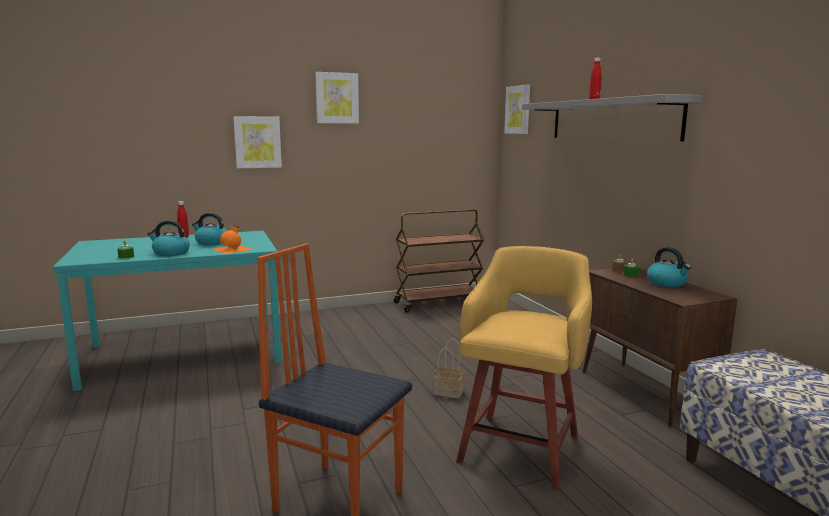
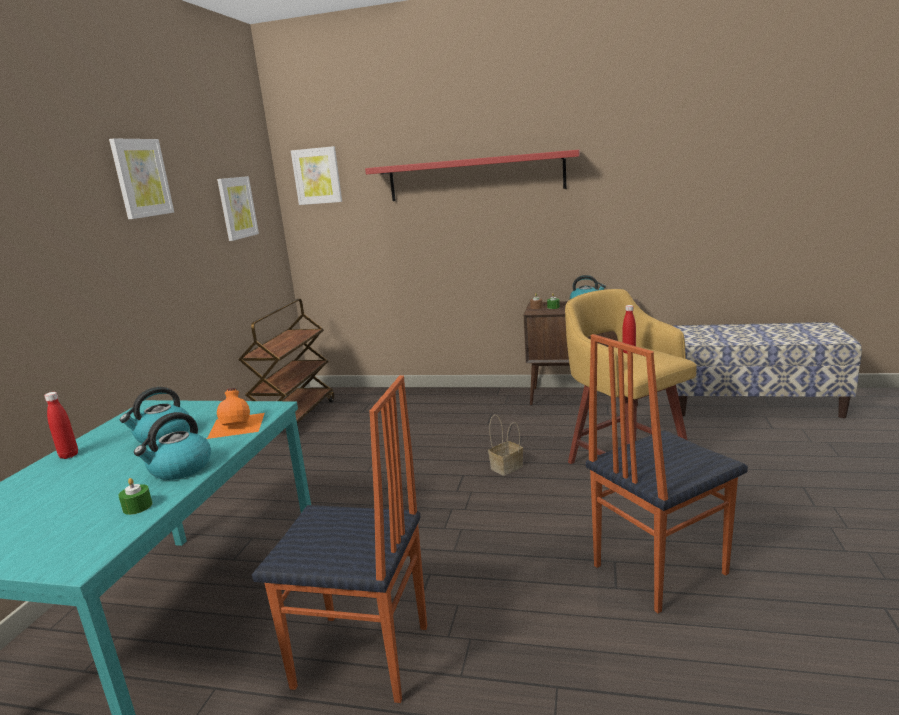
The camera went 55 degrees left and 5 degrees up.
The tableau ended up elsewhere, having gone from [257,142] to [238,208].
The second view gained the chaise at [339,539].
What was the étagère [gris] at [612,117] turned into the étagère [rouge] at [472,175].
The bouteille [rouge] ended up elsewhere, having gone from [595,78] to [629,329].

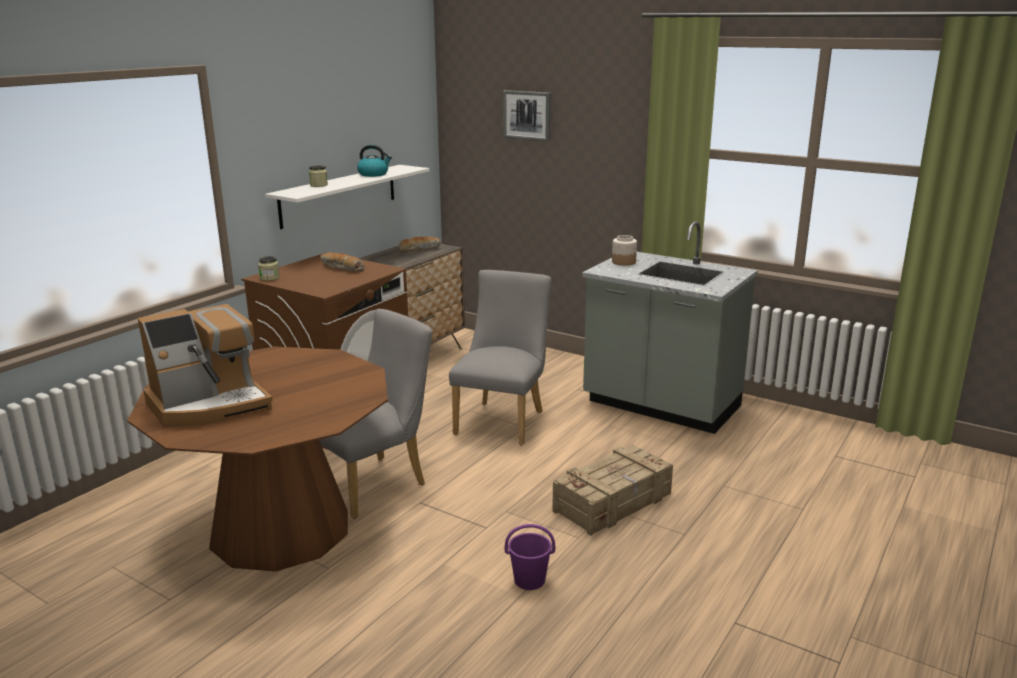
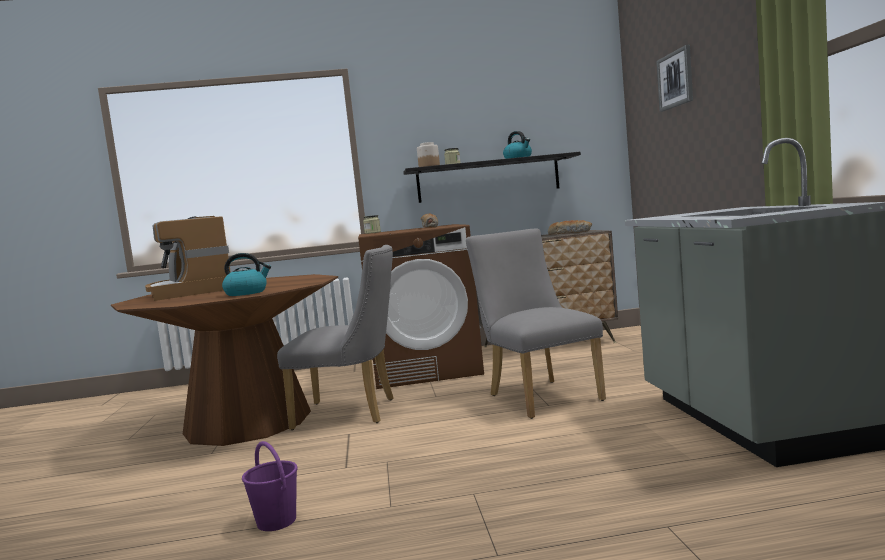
The camera went 50 degrees right and 15 degrees down.
The machine à café at [205,365] ended up facing another way, 45 degrees clockwise from before.
The second view gained the bouilloire at [246,274].
What was the étagère [blanc] at [347,197] turned into the étagère [noir] at [492,177].
The bocal ended up elsewhere, having gone from [624,250] to [428,154].
The chaise [gris] at [500,358] ended up facing another way, 90 degrees counterclockwise from before.
The second view lost the caisse at [612,490].

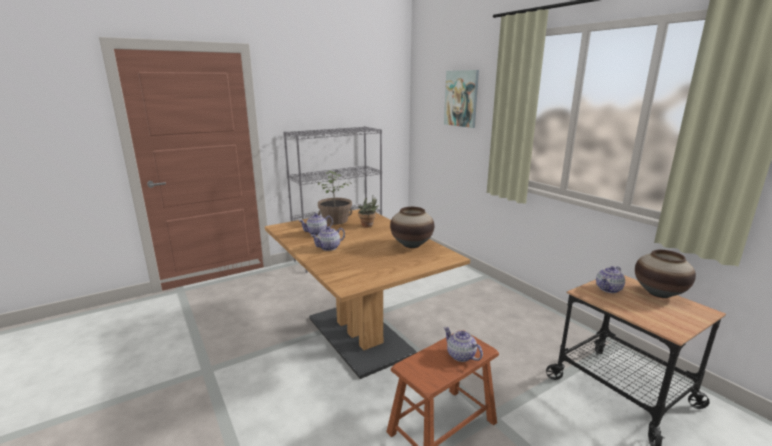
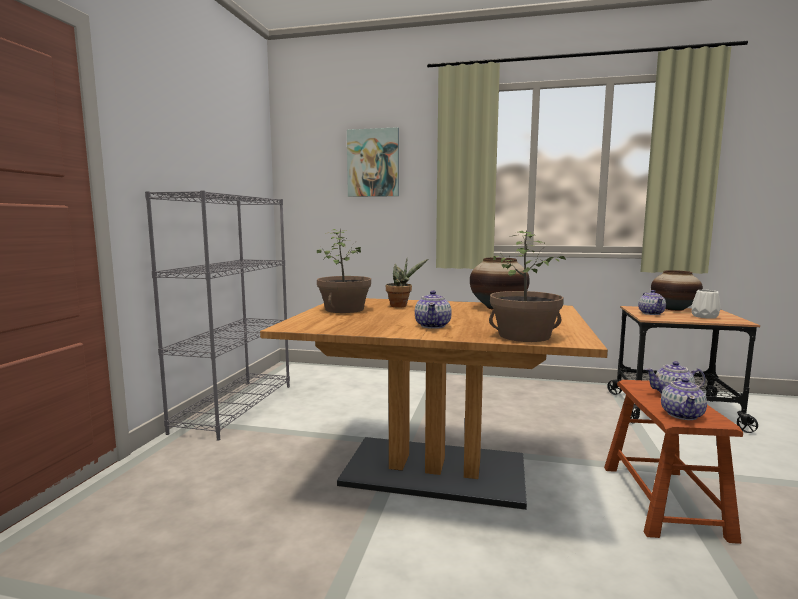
The camera went 45 degrees left and 10 degrees down.
The second view gained the plante en pot at [527,286].
The théière ended up elsewhere, having gone from [316,224] to [684,399].
The second view gained the vase [blanc] at [706,304].

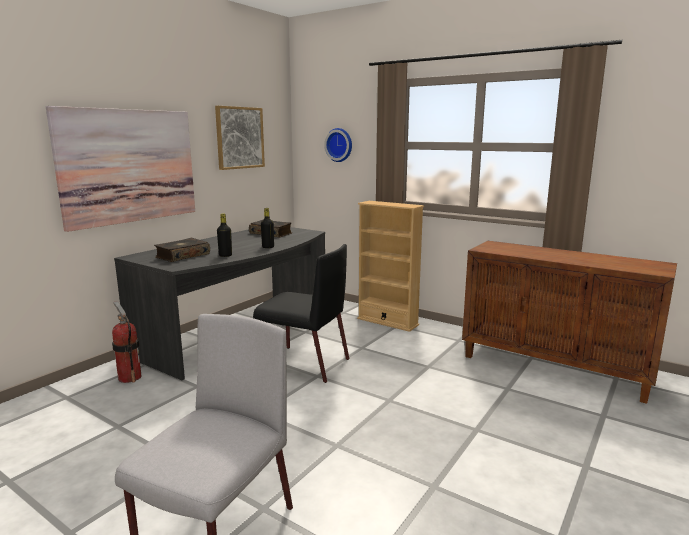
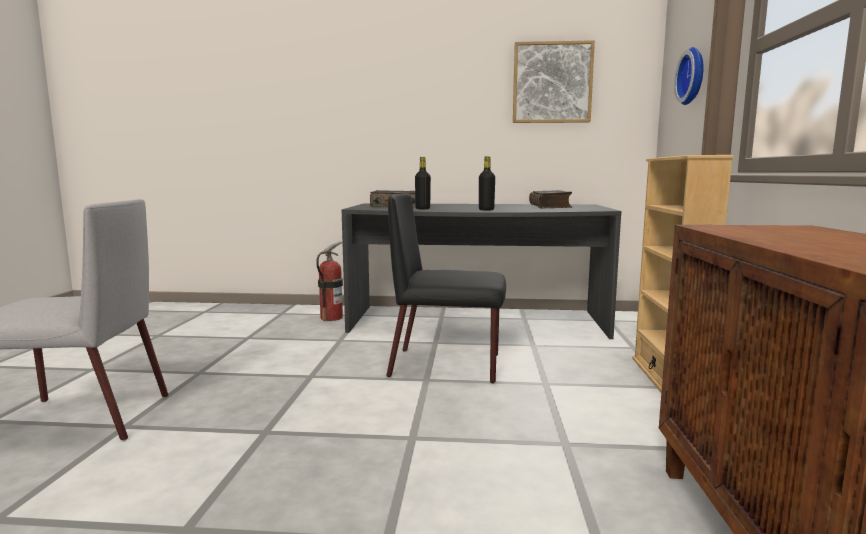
The camera went 60 degrees right and 5 degrees down.
The chaise [noir] at [301,313] ended up facing another way, 105 degrees clockwise from before.
The second view lost the tableau at [120,169].

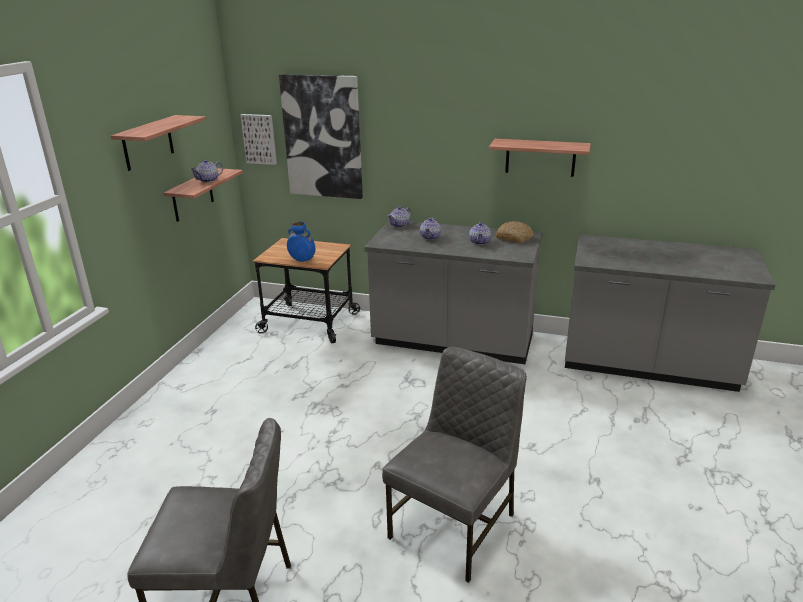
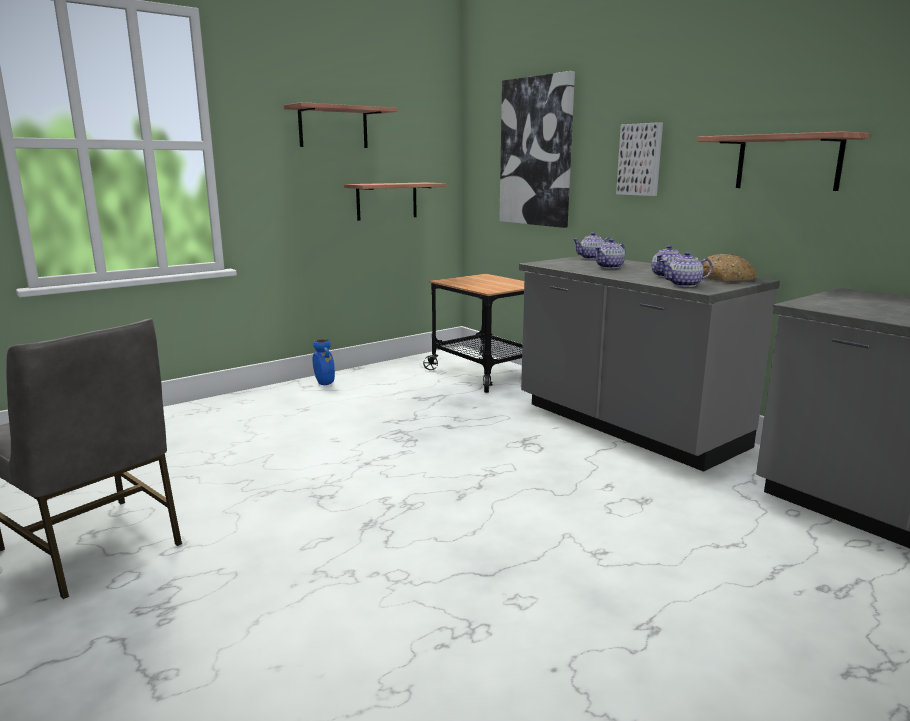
The camera went 35 degrees right and 10 degrees down.
The vase [bleu] ended up elsewhere, having gone from [301,242] to [324,362].
The tableau ended up elsewhere, having gone from [258,139] to [639,159].
The théière ended up elsewhere, having gone from [206,171] to [686,269].
The second view lost the chaise [gris] at [454,465].

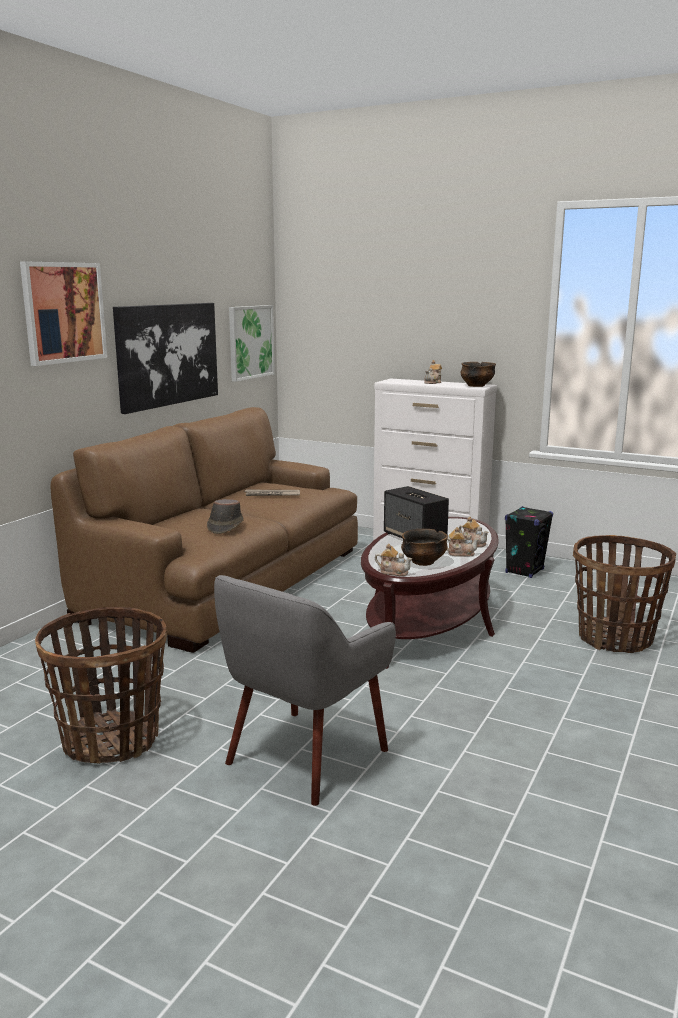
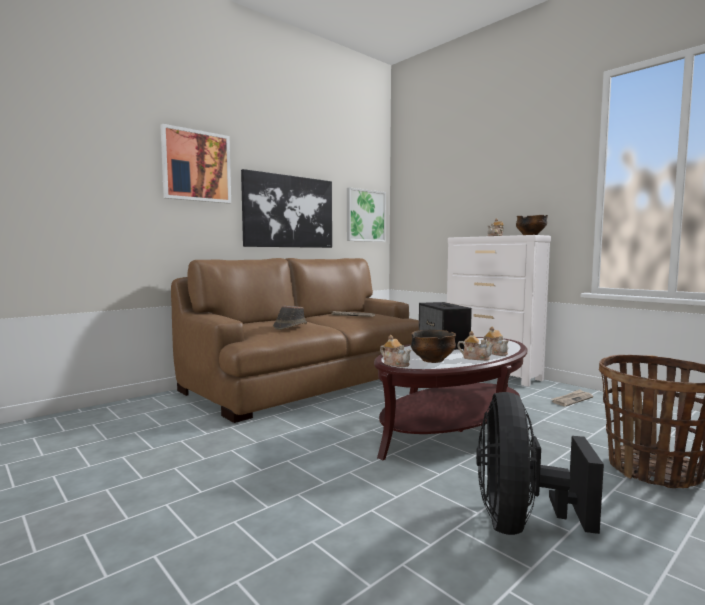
The camera went 20 degrees right and 10 degrees down.
The second view gained the ventilateur [noir] at [540,463].
Where the enceinte [noir] stood at [529,542], the journal came to stand at [572,397].
The second view lost the panier at [101,685].
The second view lost the fauteuil [gris] at [305,690].

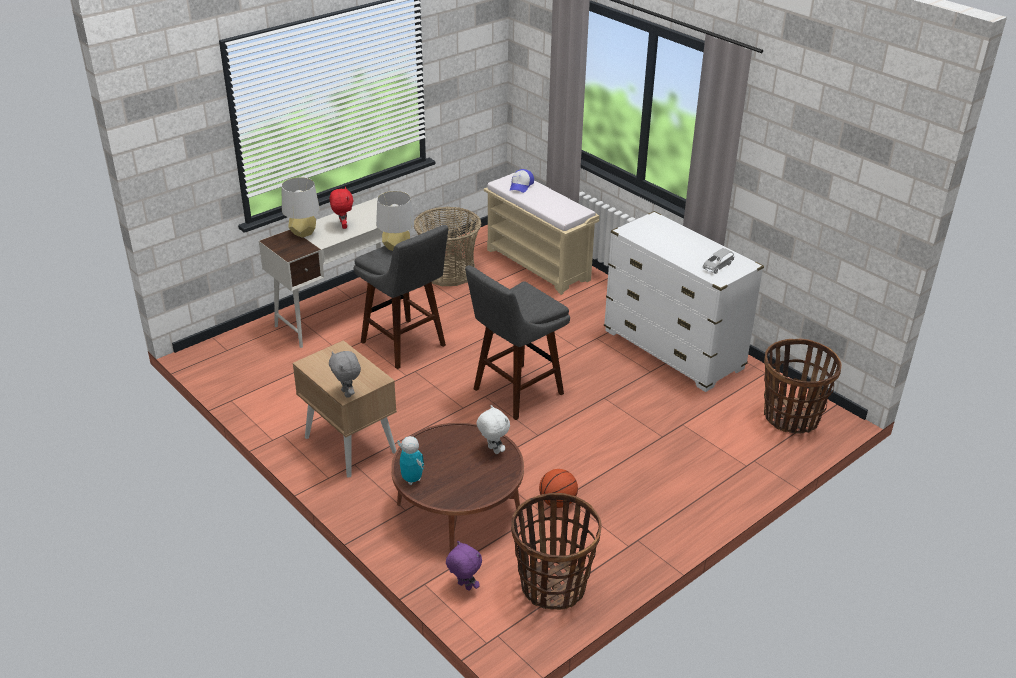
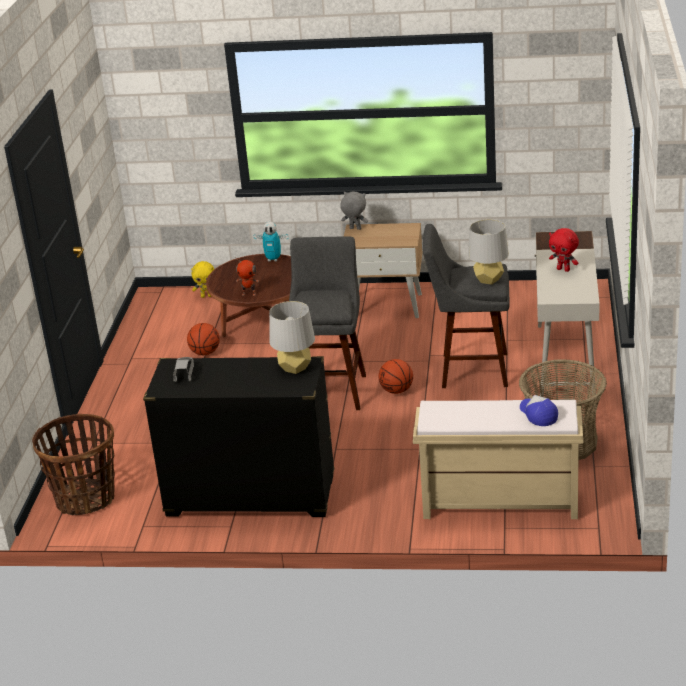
The camera went 140 degrees right and 5 degrees down.
What was the commode [blanc] at [684,301] turned into the commode [noir] at [238,436].
What was the peluche [violet] at [464,566] turned into the peluche [jaune] at [202,279].
Where the peluche [blanc] stood at [493,429], the robot jouet came to stand at [247,277].
The lampe de table [gris] ended up elsewhere, having gone from [300,207] to [292,337].
The second view gained the ballon de basket at [396,376].
The second view lost the panier at [556,551].

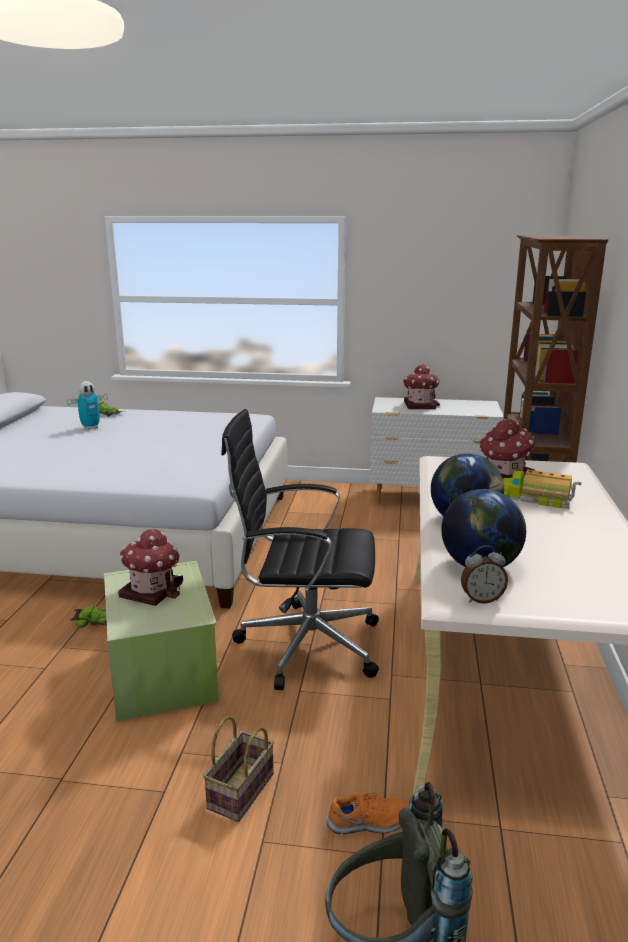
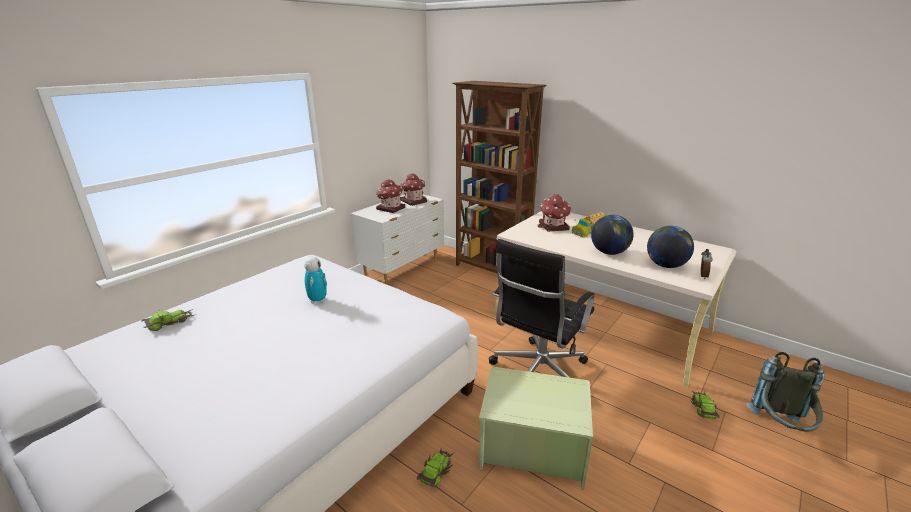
The camera went 60 degrees left and 5 degrees up.
The robot jouet ended up elsewhere, having gone from [87,405] to [315,280].
The maison miniature ended up elsewhere, having gone from [150,567] to [413,189].
Where the chaussure [orange] stood at [368,813], the petite voiture came to stand at [705,405].
The second view lost the panier at [238,769].

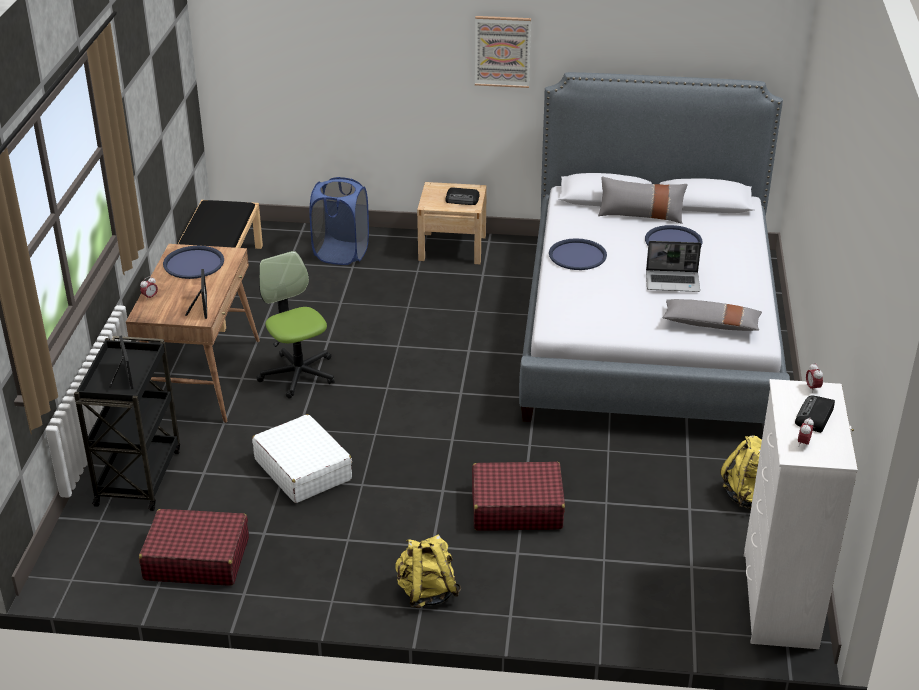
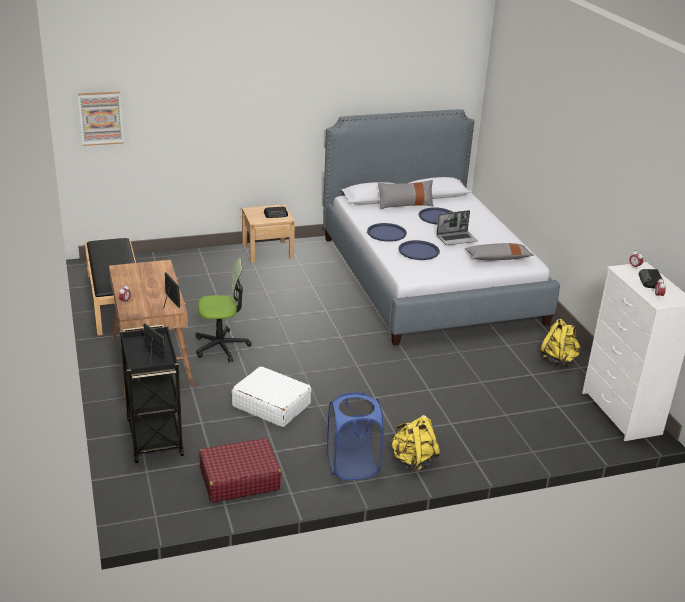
The camera went 25 degrees left and 5 degrees down.
The tableau ended up elsewhere, having gone from [503,52] to [101,119].
The chaise de bureau at [296,324] ended up facing another way, 135 degrees clockwise from before.
The panier à linge [bleu] ended up elsewhere, having gone from [339,221] to [355,436].
The plateau [bleu] ended up elsewhere, having gone from [193,262] to [419,250].
The second view lost the valise [rouge] at [518,496].

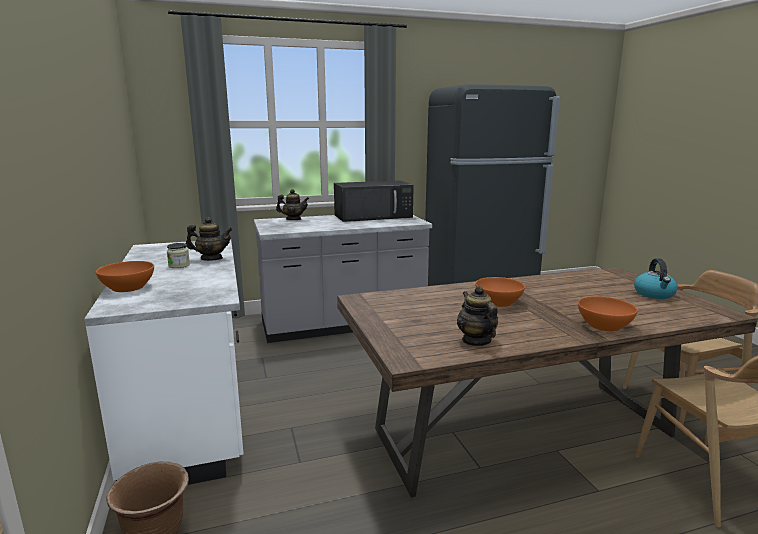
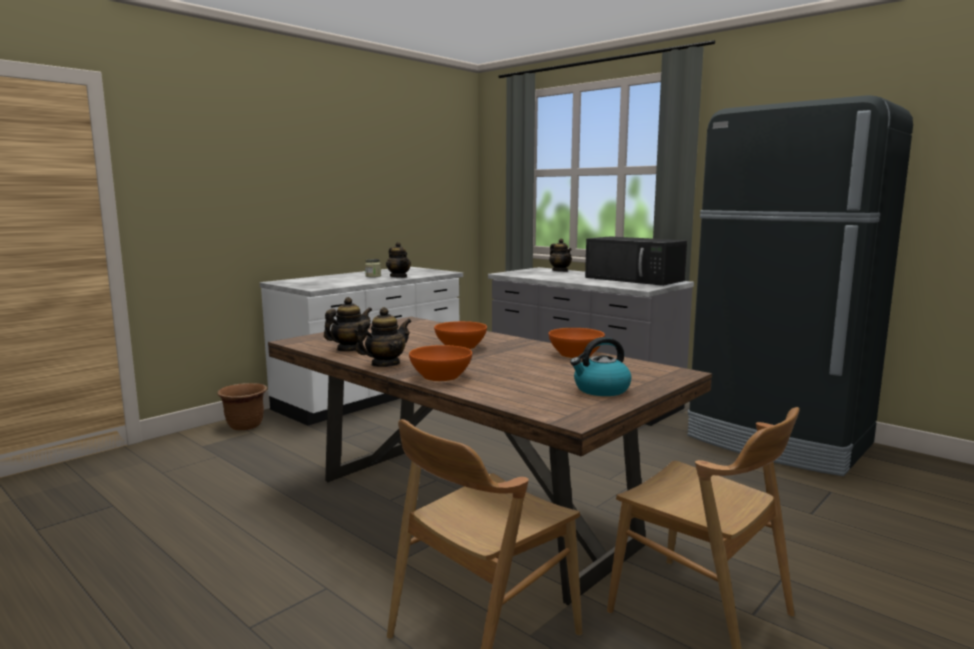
The camera went 60 degrees right and 5 degrees down.
The second view gained the théière at [384,337].
The bol [orange] ended up elsewhere, having gone from [125,276] to [577,343].

